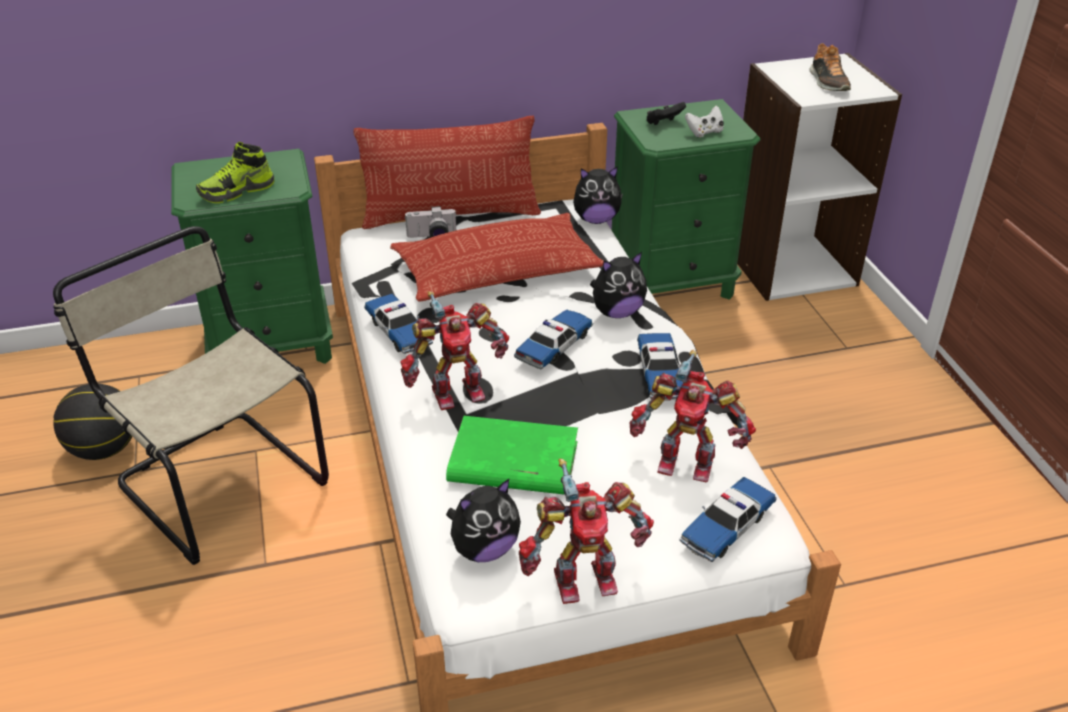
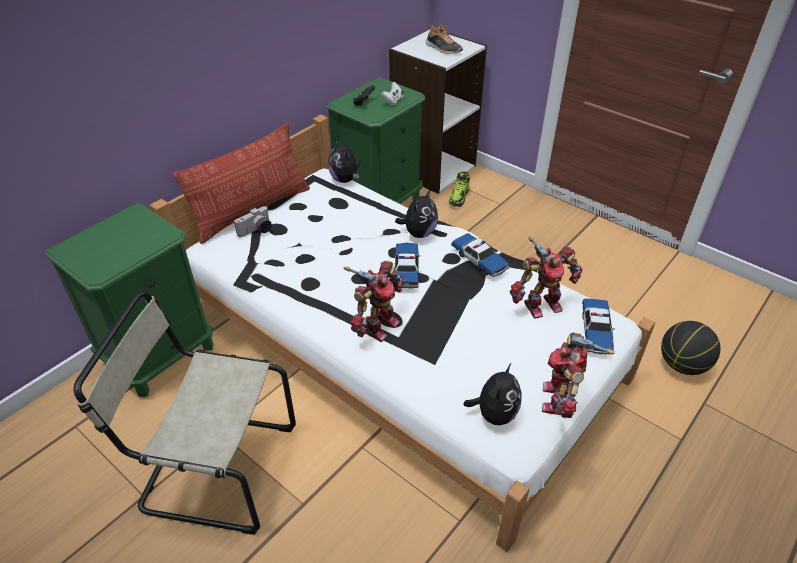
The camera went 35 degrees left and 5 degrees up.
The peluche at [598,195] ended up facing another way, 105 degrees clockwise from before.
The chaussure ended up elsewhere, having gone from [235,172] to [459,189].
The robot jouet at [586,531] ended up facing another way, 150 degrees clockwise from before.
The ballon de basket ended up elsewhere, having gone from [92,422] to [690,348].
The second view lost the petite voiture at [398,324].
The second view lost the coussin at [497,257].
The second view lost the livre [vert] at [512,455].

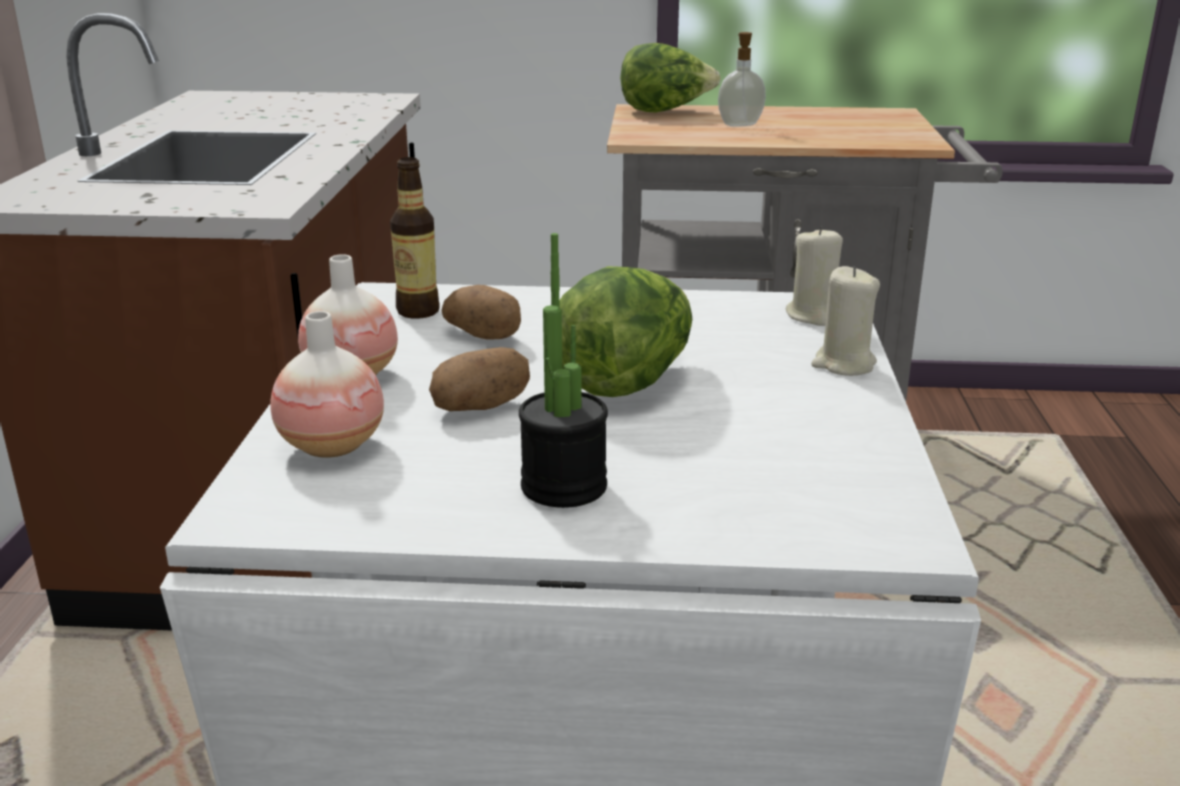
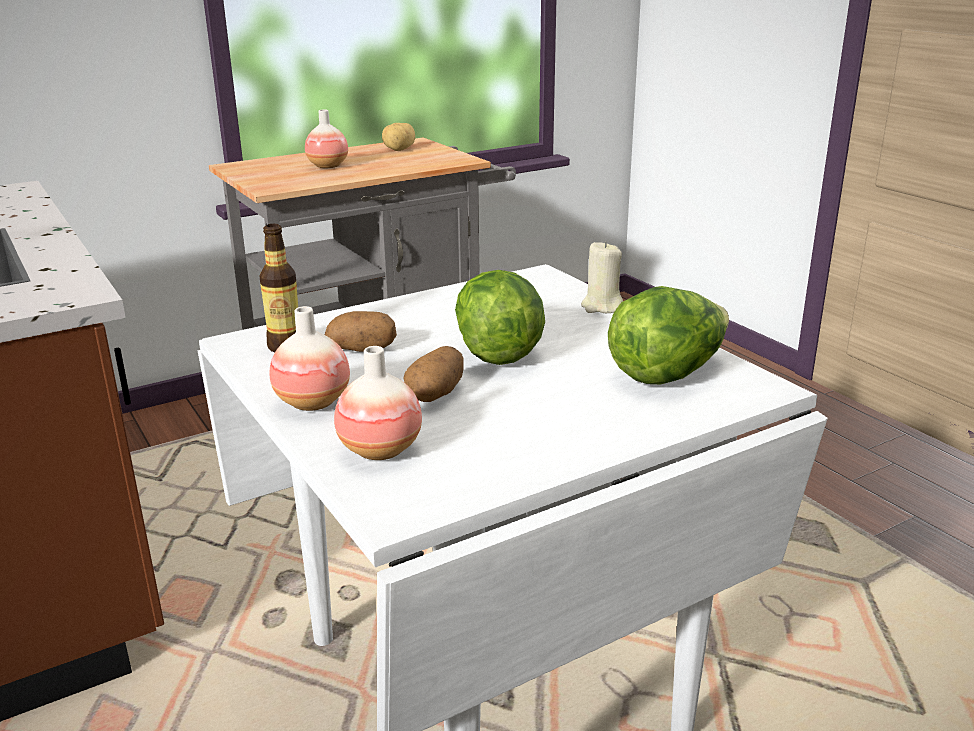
The camera went 35 degrees left and 0 degrees up.
Where the distributeur de savon stood at [742,79], the vase came to stand at [326,139].
The second view gained the pomme de terre at [398,137].
The laitue ended up elsewhere, having gone from [670,77] to [668,335].
The second view lost the plante en pot at [563,370].
The second view lost the bougie [beige] at [814,276].

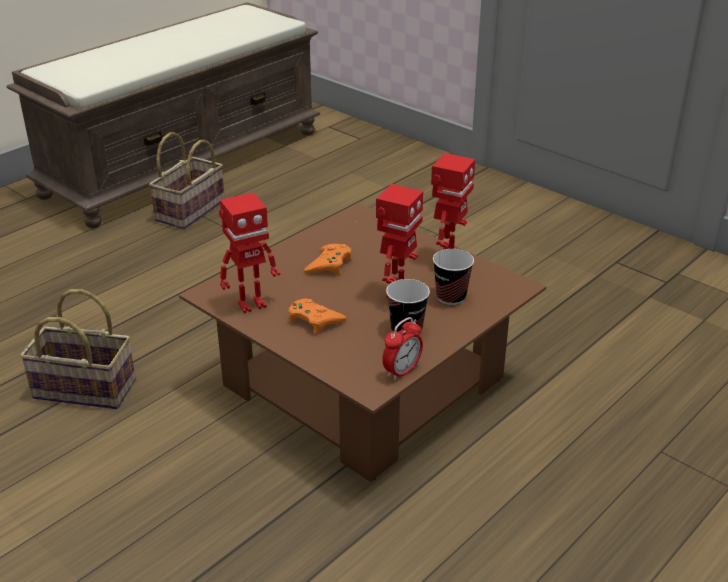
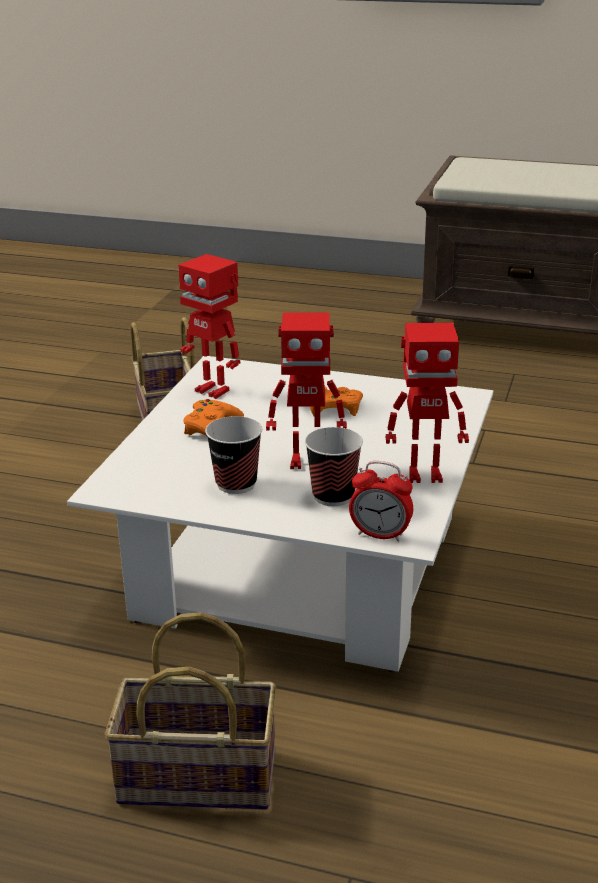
The camera went 65 degrees right and 5 degrees down.
What was the table basse [marron] at [362,342] turned into the table basse [blanc] at [280,514].
The panier ended up elsewhere, having gone from [187,180] to [190,711].
The réveil ended up elsewhere, having gone from [402,349] to [381,501].

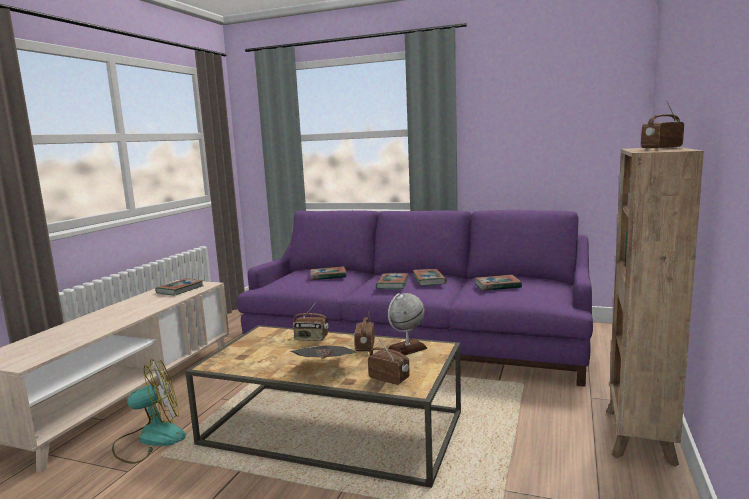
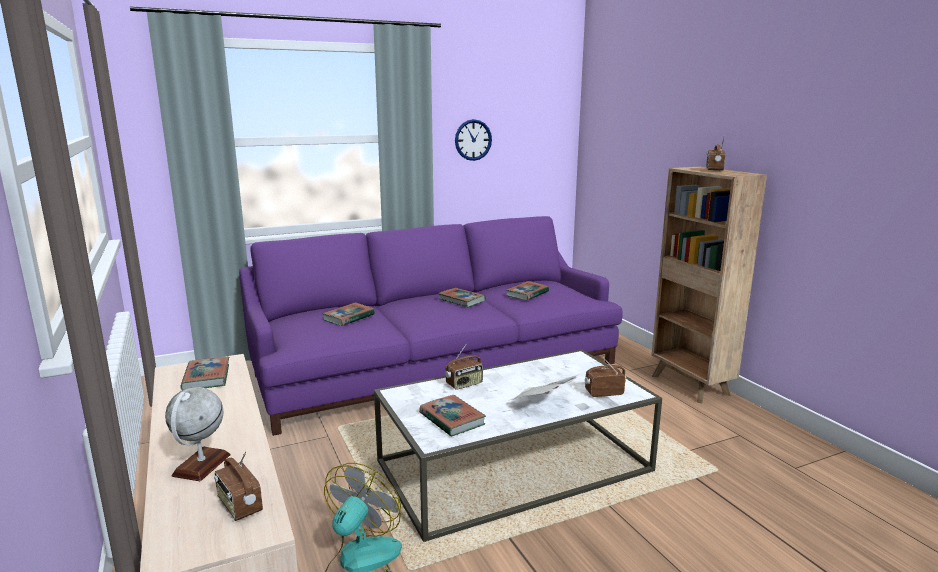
The camera went 45 degrees left and 5 degrees up.
The globe ended up elsewhere, having gone from [407,324] to [197,434].
The radio ended up elsewhere, having gone from [364,332] to [238,486].
What was the table basse [marron] at [323,406] turned into the table basse [blanc] at [518,445].
The livre ended up elsewhere, having gone from [392,281] to [452,416].
The second view gained the horloge murale at [473,140].

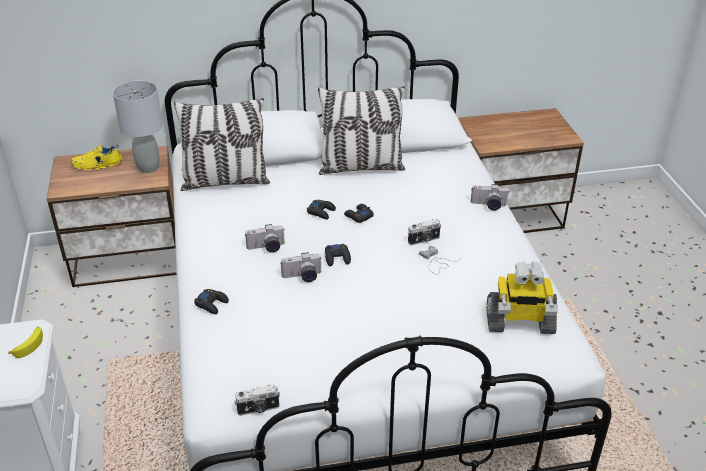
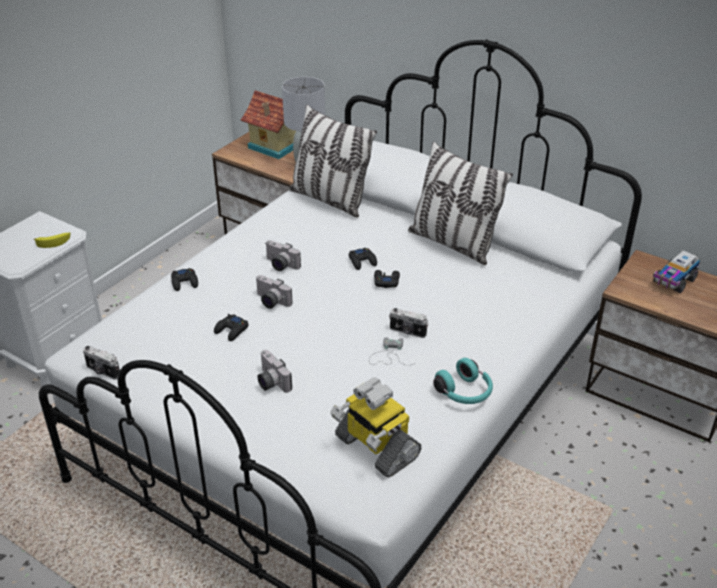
The camera went 45 degrees right and 0 degrees up.
The manette [noir] ended up elsewhere, having gone from [338,255] to [231,327].
Where the chaussure [jaune] stood at [97,158], the maison miniature came to stand at [268,124].
The appareil photo ended up elsewhere, having gone from [489,197] to [275,371].
The second view gained the casque audio [turquoise] at [463,381].
The second view gained the camion jouet at [676,272].

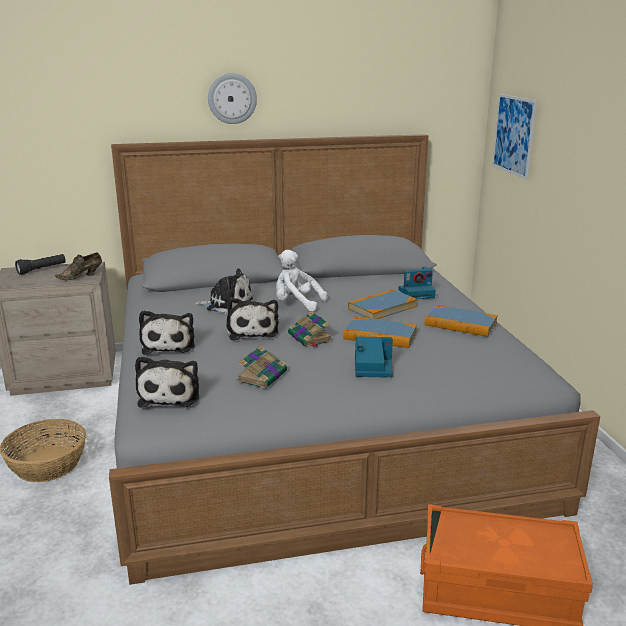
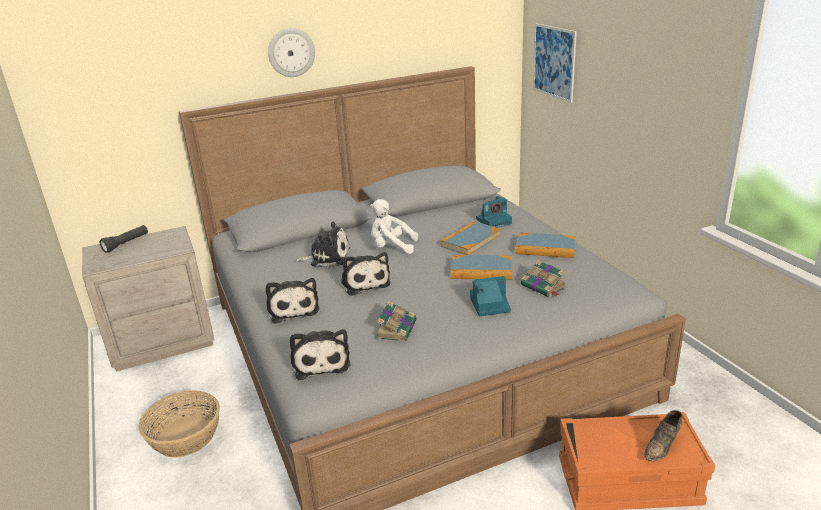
The camera went 10 degrees left and 5 degrees up.
The livre ended up elsewhere, having gone from [310,329] to [544,278].
The chaussure [marron] ended up elsewhere, having gone from [78,266] to [663,435].

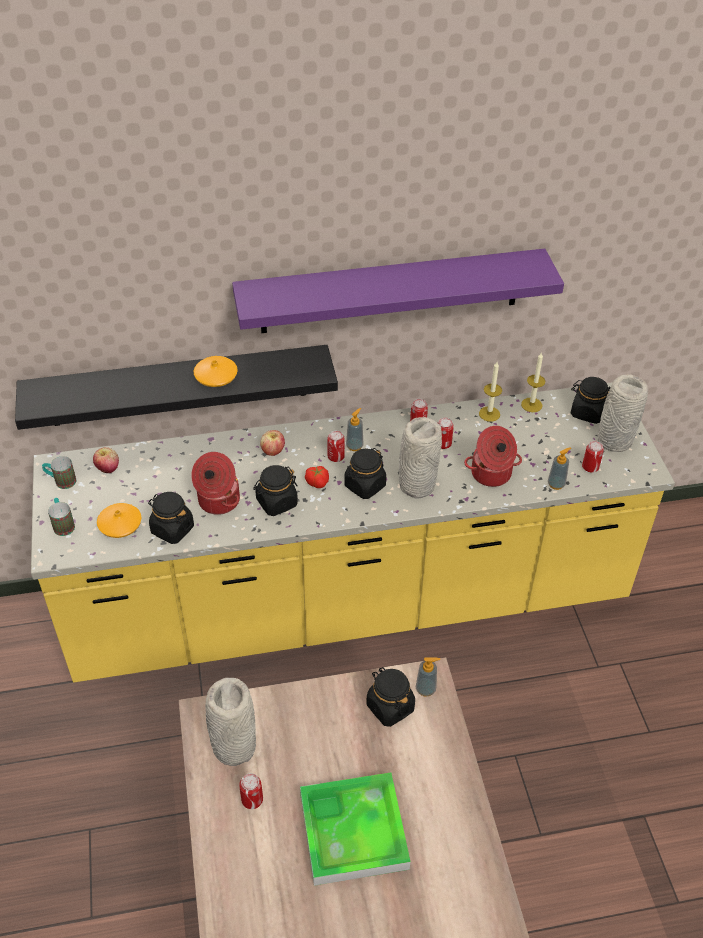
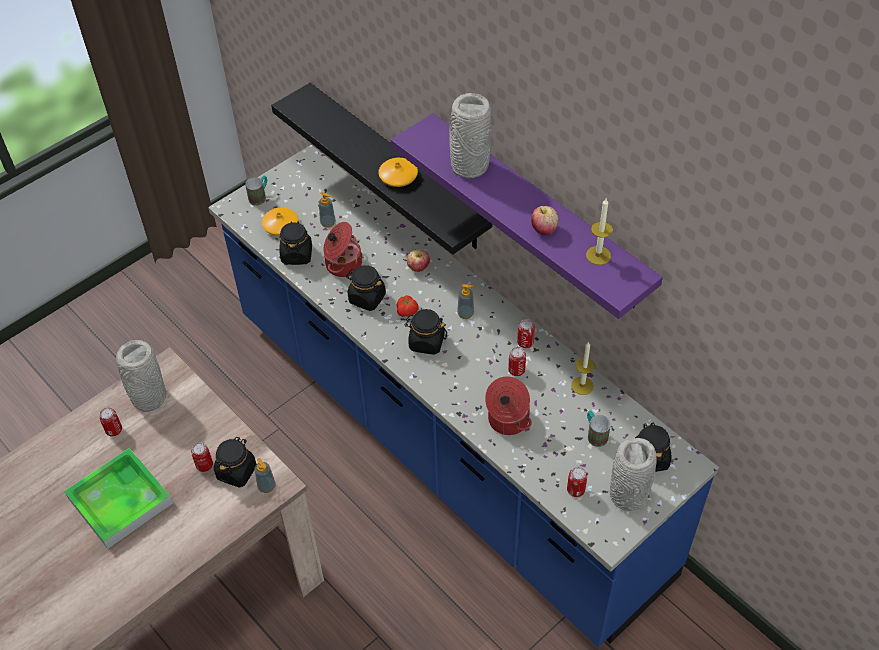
The camera went 60 degrees right and 5 degrees up.
The boîte métallique ended up elsewhere, having gone from [336,446] to [202,457].
What was the comptoir de cuisine [jaune] at [353,532] turned into the comptoir de cuisine [bleu] at [463,396].
The distributeur de savon ended up elsewhere, having gone from [559,468] to [327,210].
The vase [gris] ended up elsewhere, having gone from [420,458] to [470,135].
The pomme ended up elsewhere, having gone from [106,460] to [545,220].
The bougie ended up elsewhere, having gone from [533,382] to [599,232].
The mug ended up elsewhere, having gone from [59,472] to [599,429].

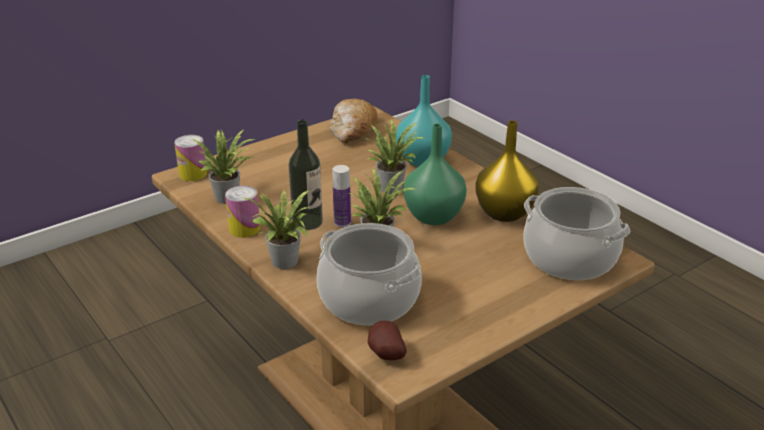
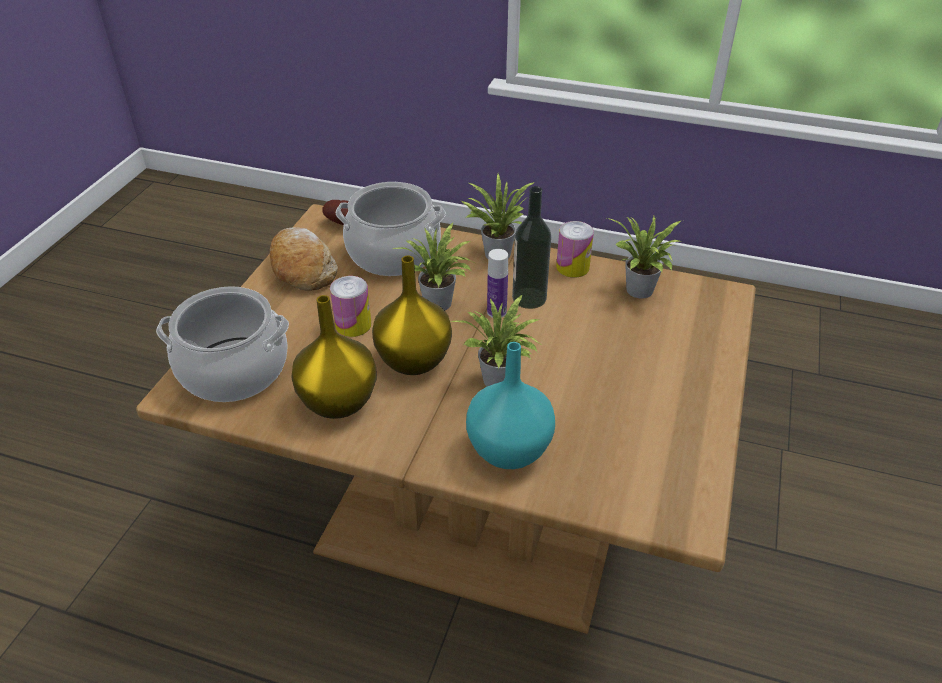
The camera went 145 degrees right and 10 degrees up.
The pain ended up elsewhere, having gone from [353,121] to [304,259].
The boîte métallique ended up elsewhere, having gone from [190,158] to [350,306].
What was the vase [vert] at [435,174] turned into the vase [jaune] at [412,315].

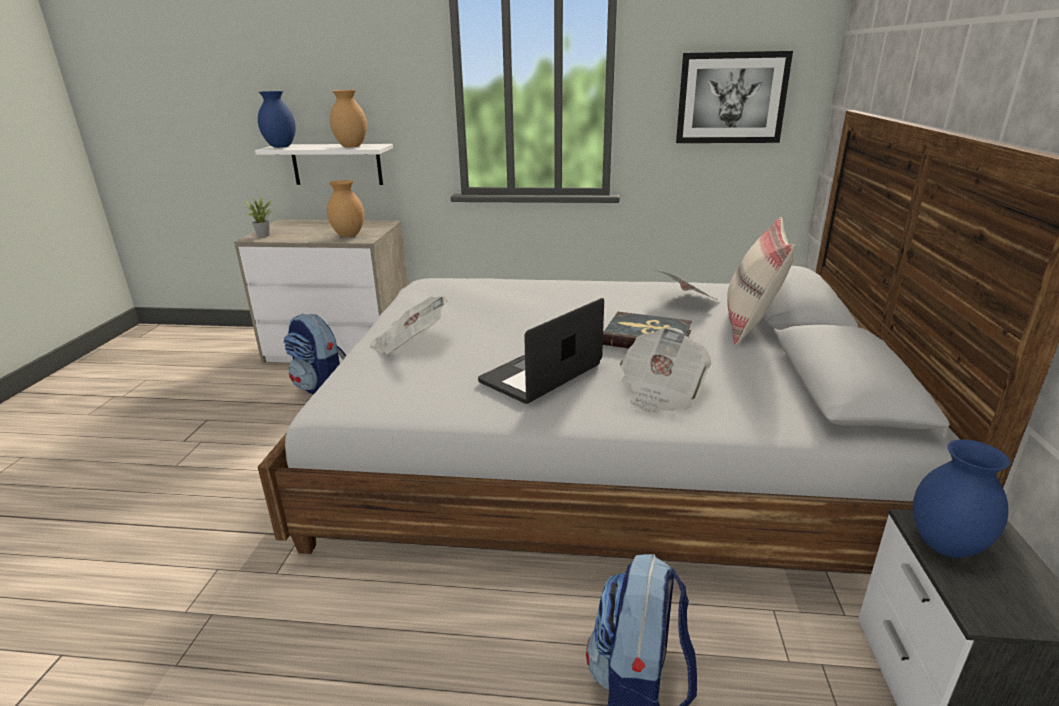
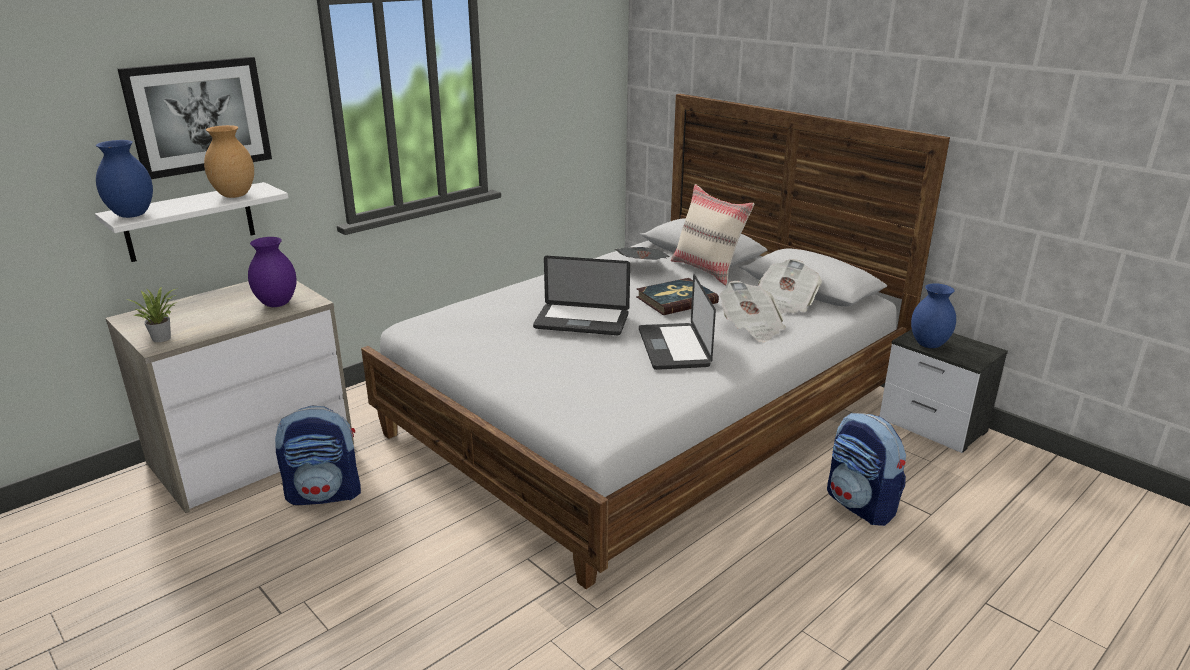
The camera went 50 degrees left and 0 degrees up.
The tableau ended up elsewhere, having gone from [734,97] to [195,118].
What was the vase [marron] at [345,208] turned into the vase [violet] at [272,272].
The second view gained the ordinateur portable at [581,295].
The journal ended up elsewhere, having gone from [409,325] to [790,286].

